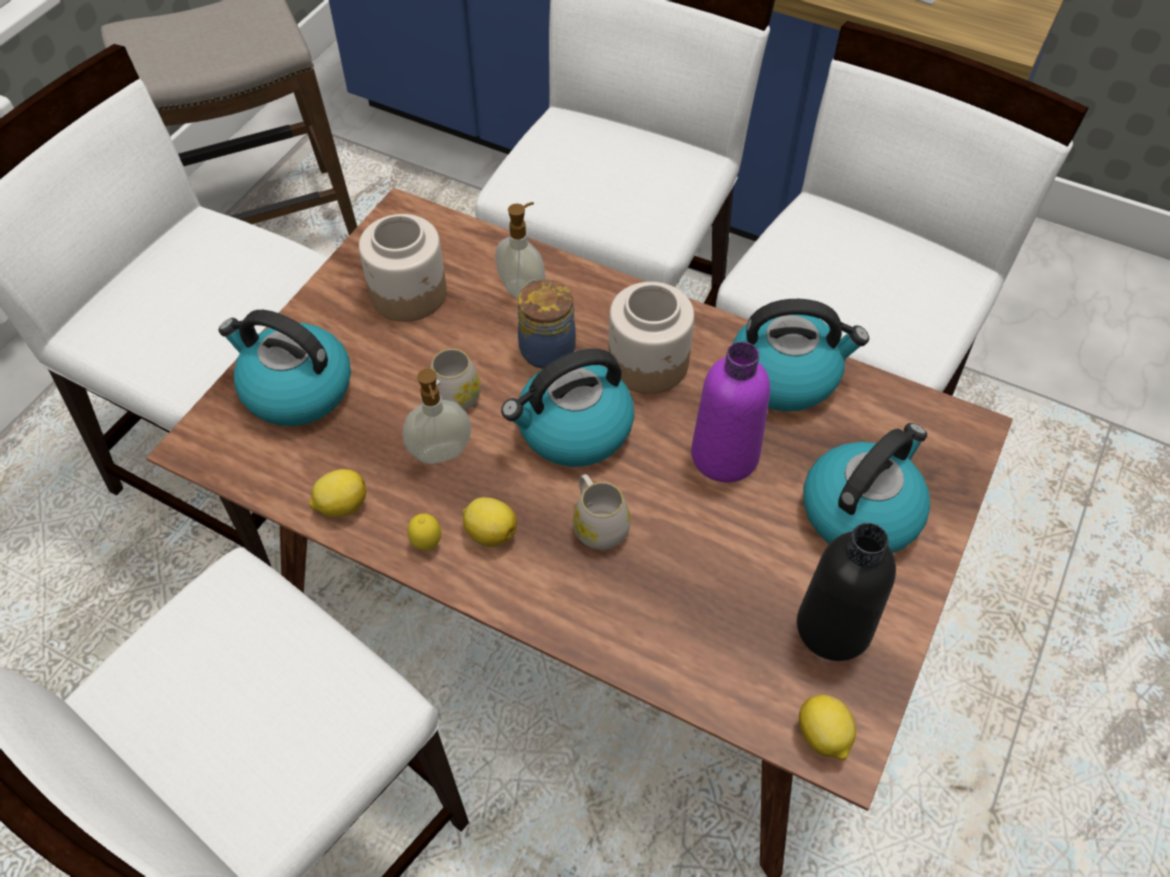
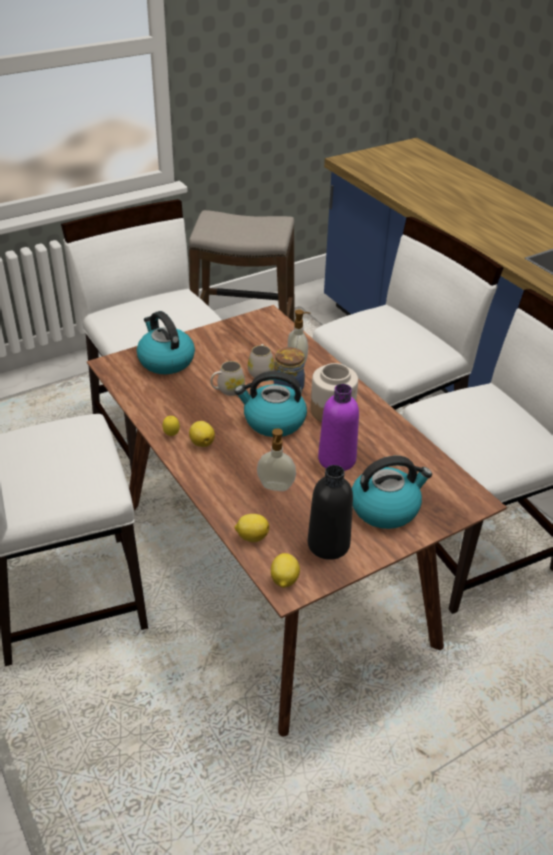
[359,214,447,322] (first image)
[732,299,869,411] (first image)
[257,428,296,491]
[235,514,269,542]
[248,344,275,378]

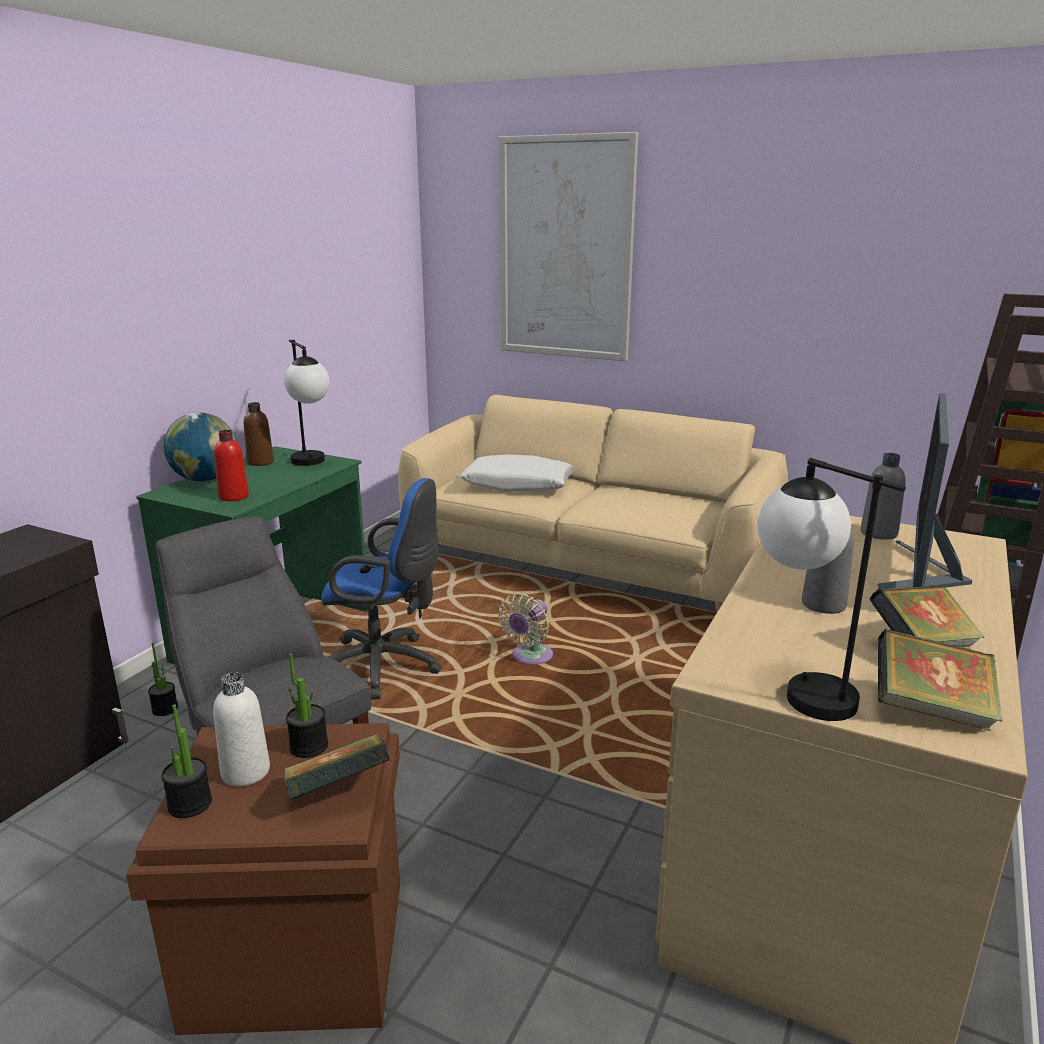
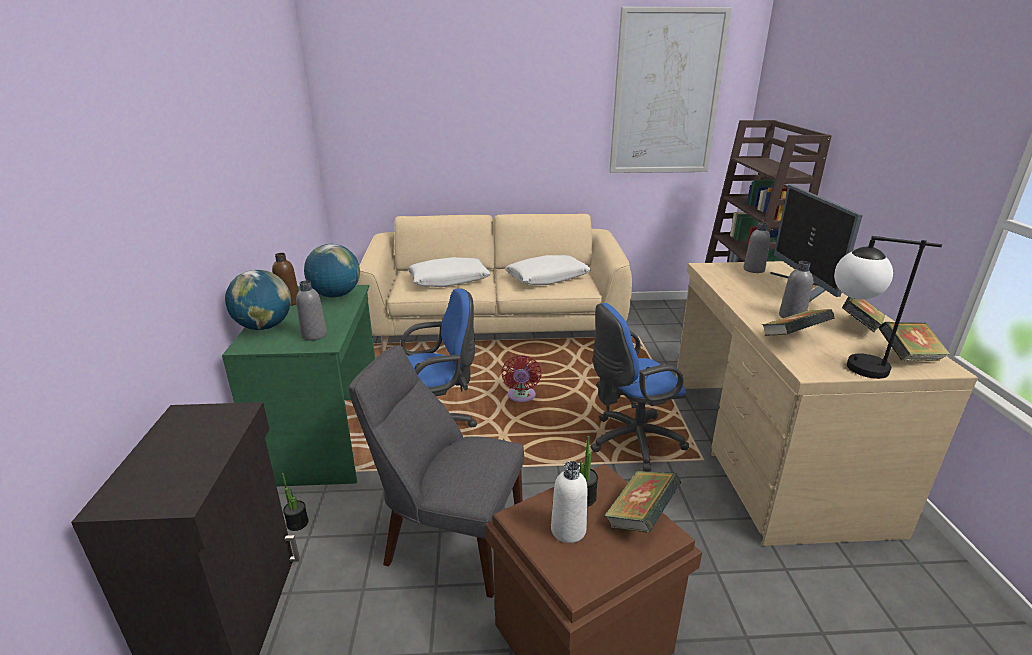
[609,7,732,173]
[304,244,360,298]
[296,280,327,341]
[501,355,541,402]
[161,704,212,818] (first image)
[505,255,591,285]
[590,303,689,472]
[762,309,835,336]

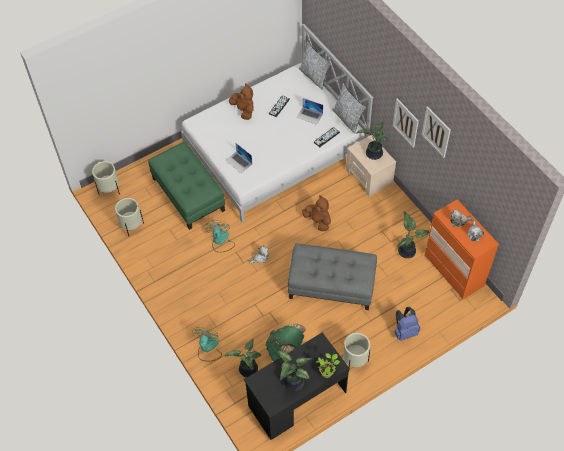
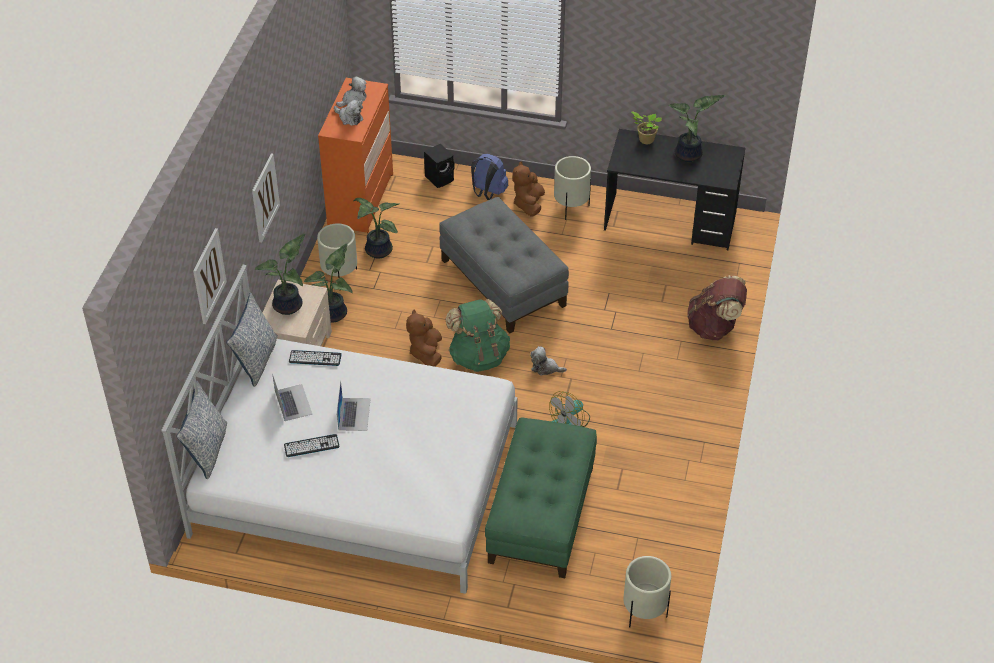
[512,161,545,217]
[193,228,227,324]
[337,381,370,431]
[317,223,357,278]
[446,299,510,372]
[687,275,747,340]
[304,244,353,323]
[424,144,455,188]

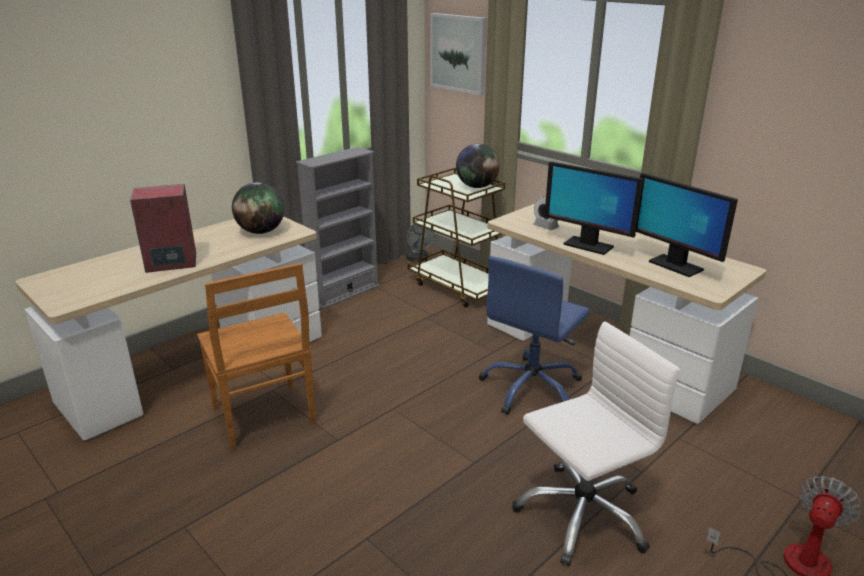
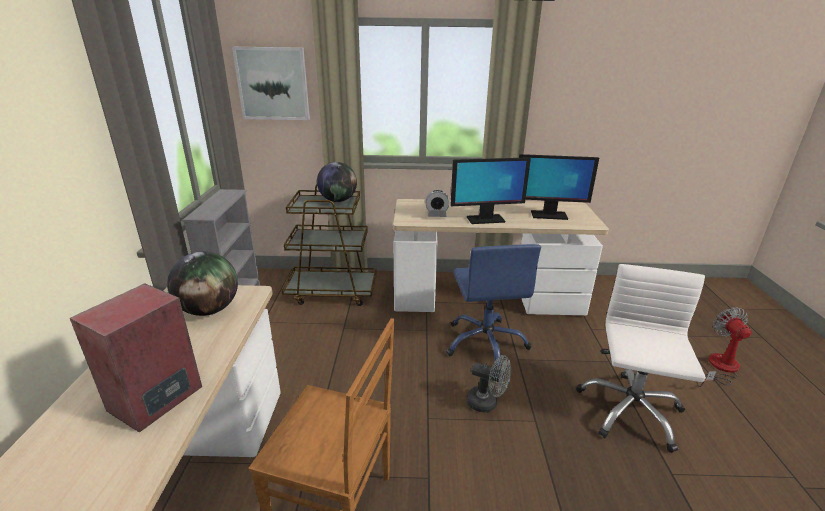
[467,355,511,413]

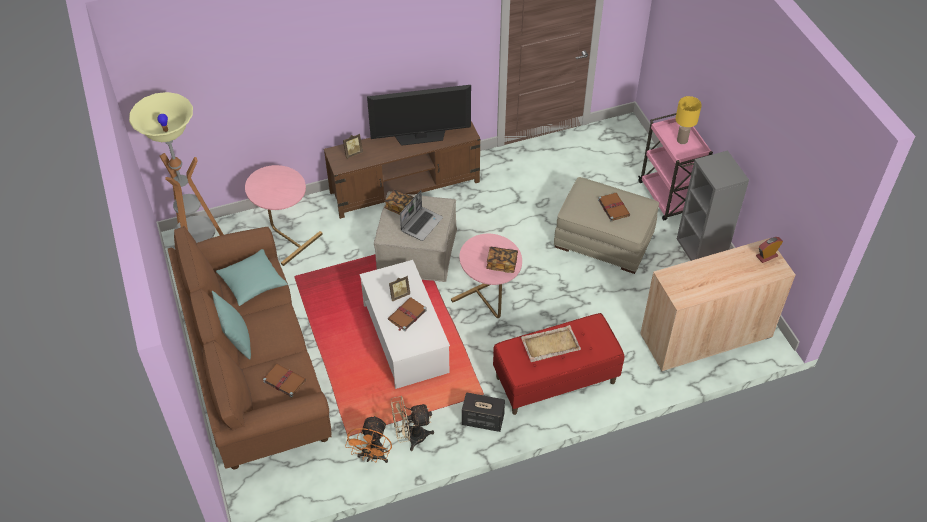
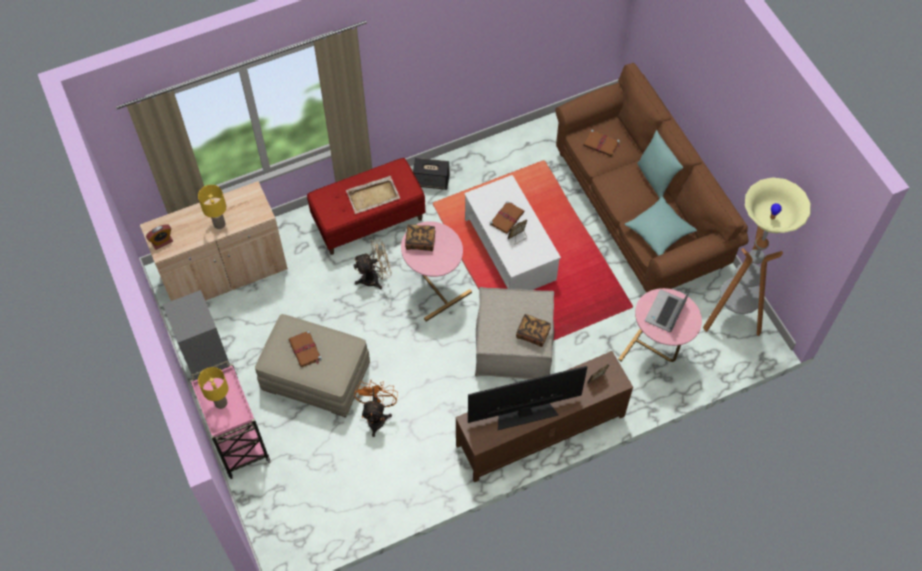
[645,288,690,332]
[353,239,392,289]
[354,380,398,437]
[198,185,226,229]

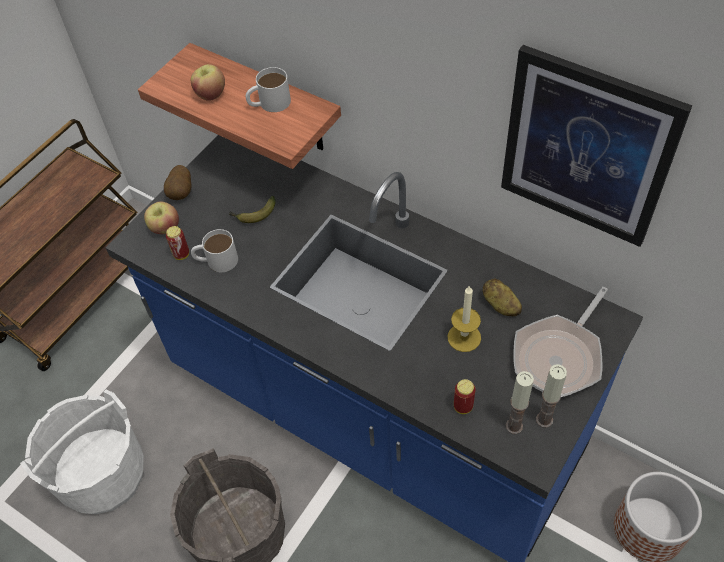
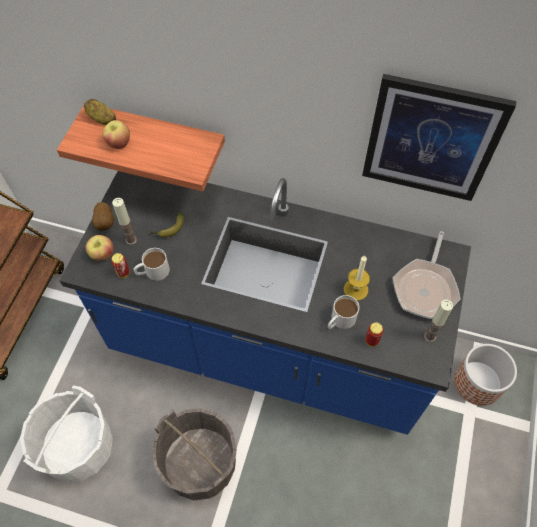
[328,295,359,329]
[84,99,116,125]
[112,198,137,245]

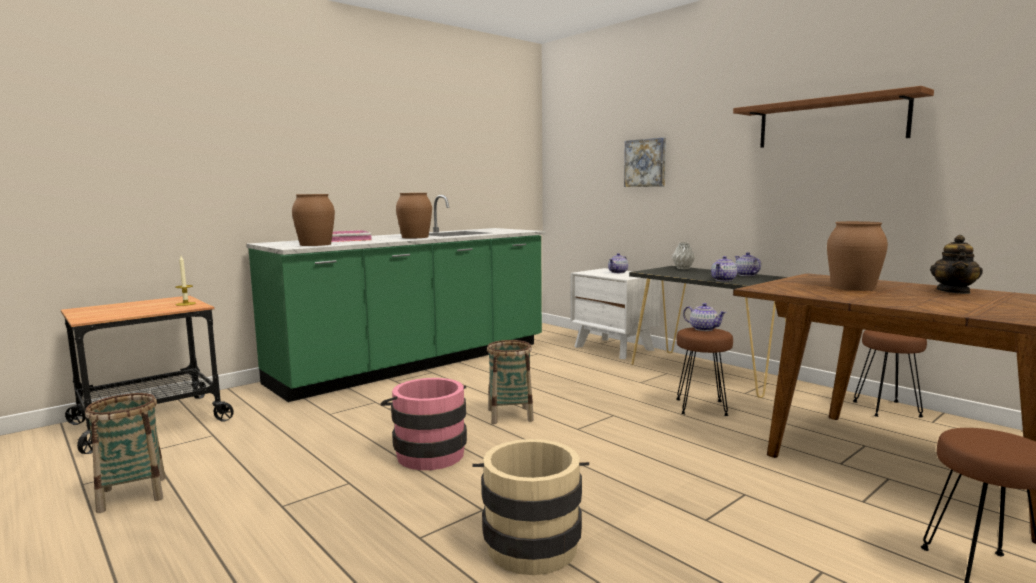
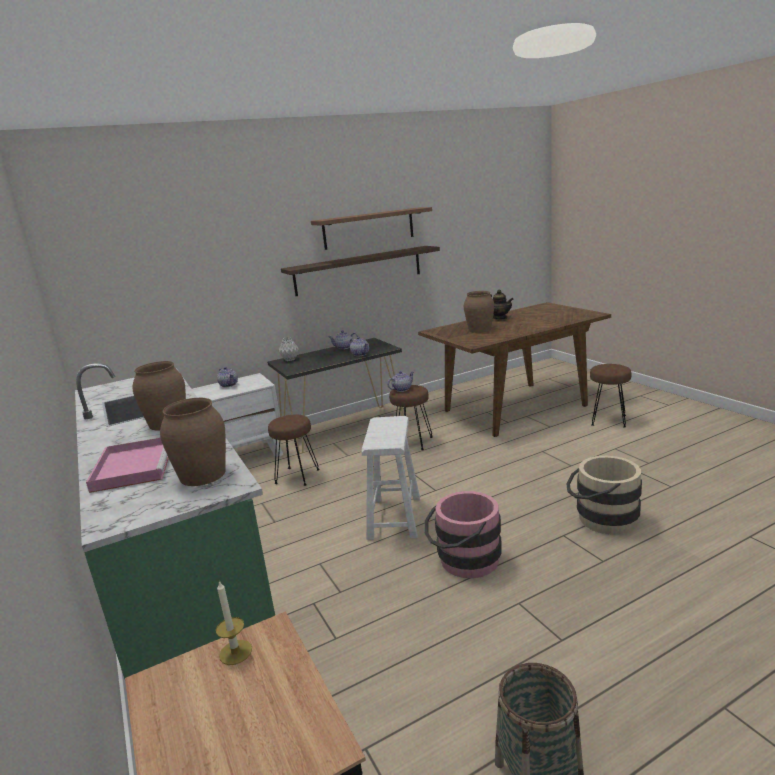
[624,138,666,187] (first image)
[268,415,320,486]
[362,416,420,540]
[281,246,440,296]

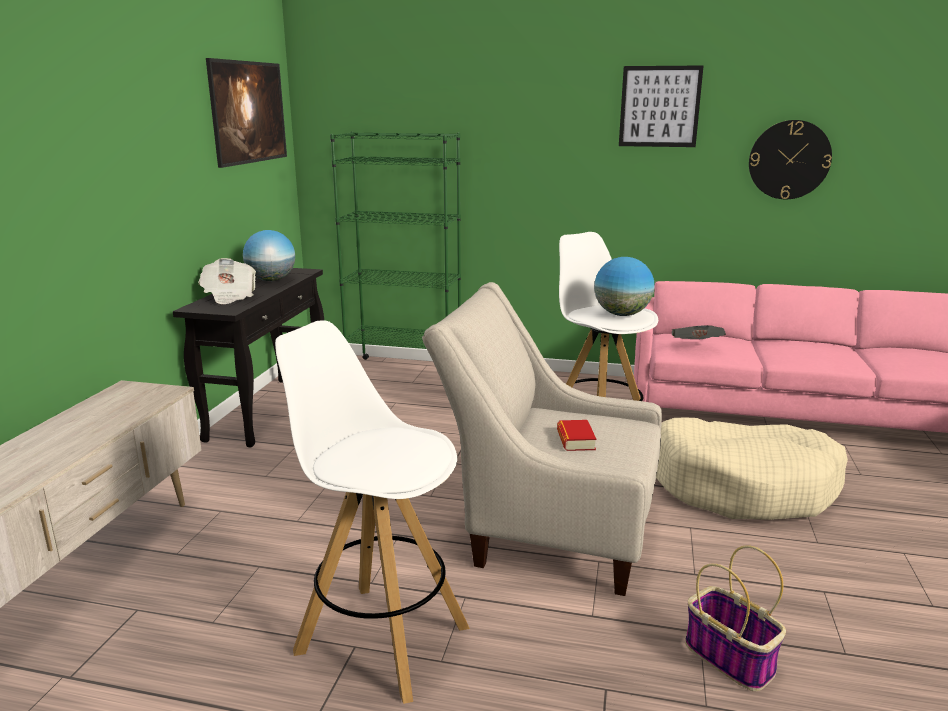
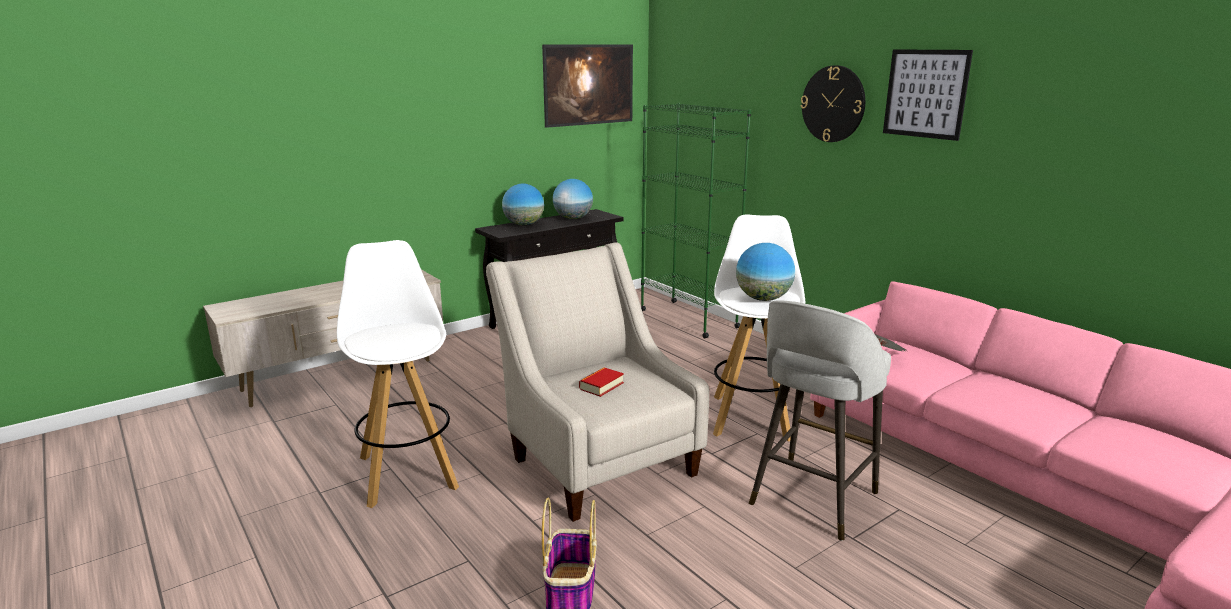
[801,65,865,142]
[502,183,544,226]
[749,301,891,541]

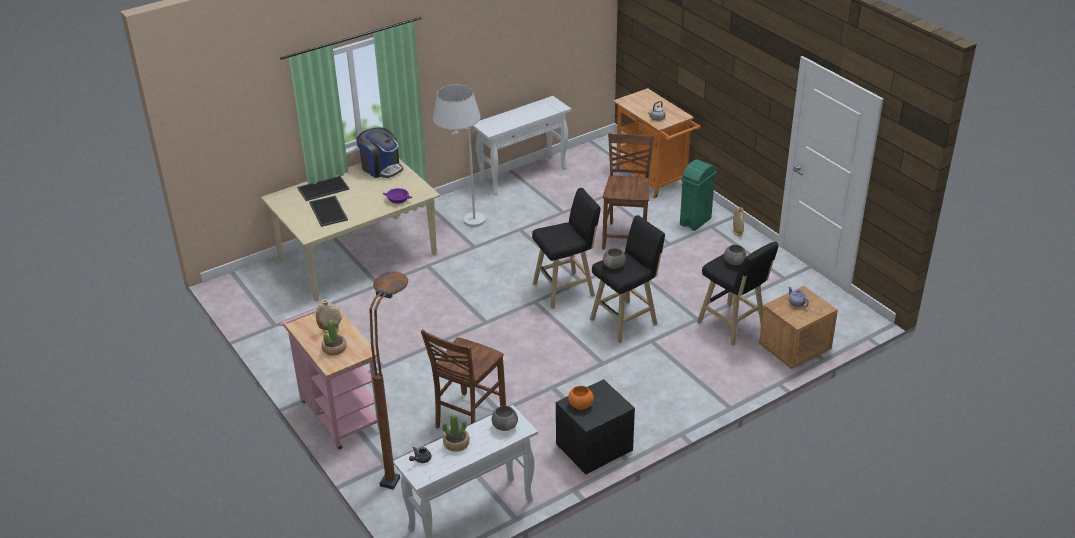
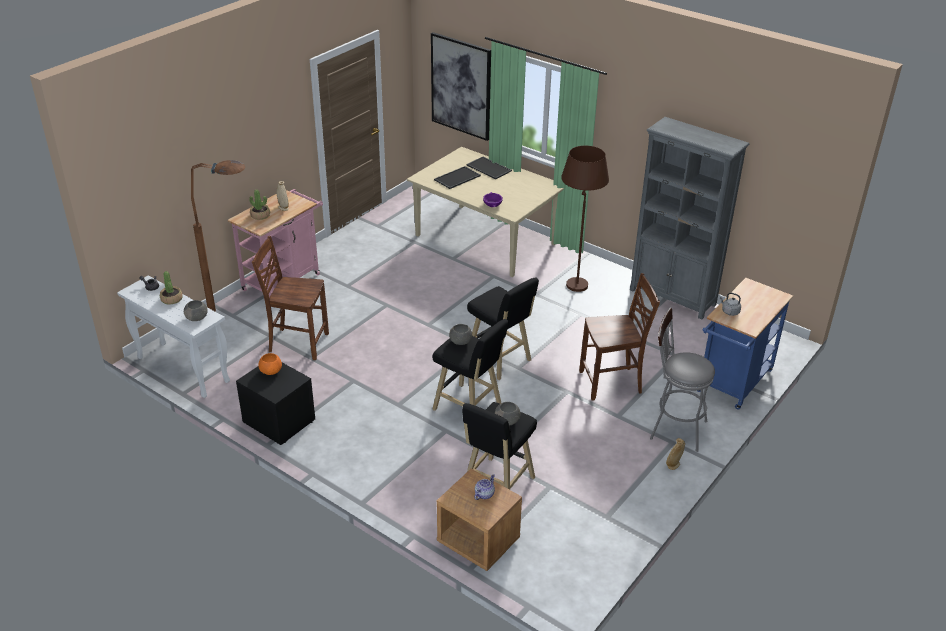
[561,146,609,292]
[697,278,793,409]
[630,117,750,320]
[356,127,403,178] (first image)
[650,308,715,452]
[431,32,491,141]

